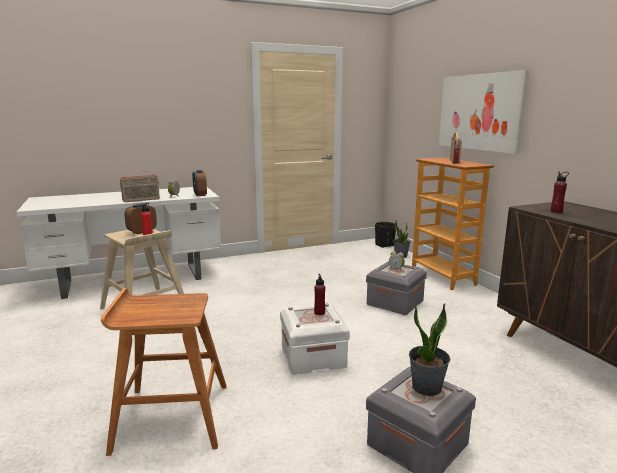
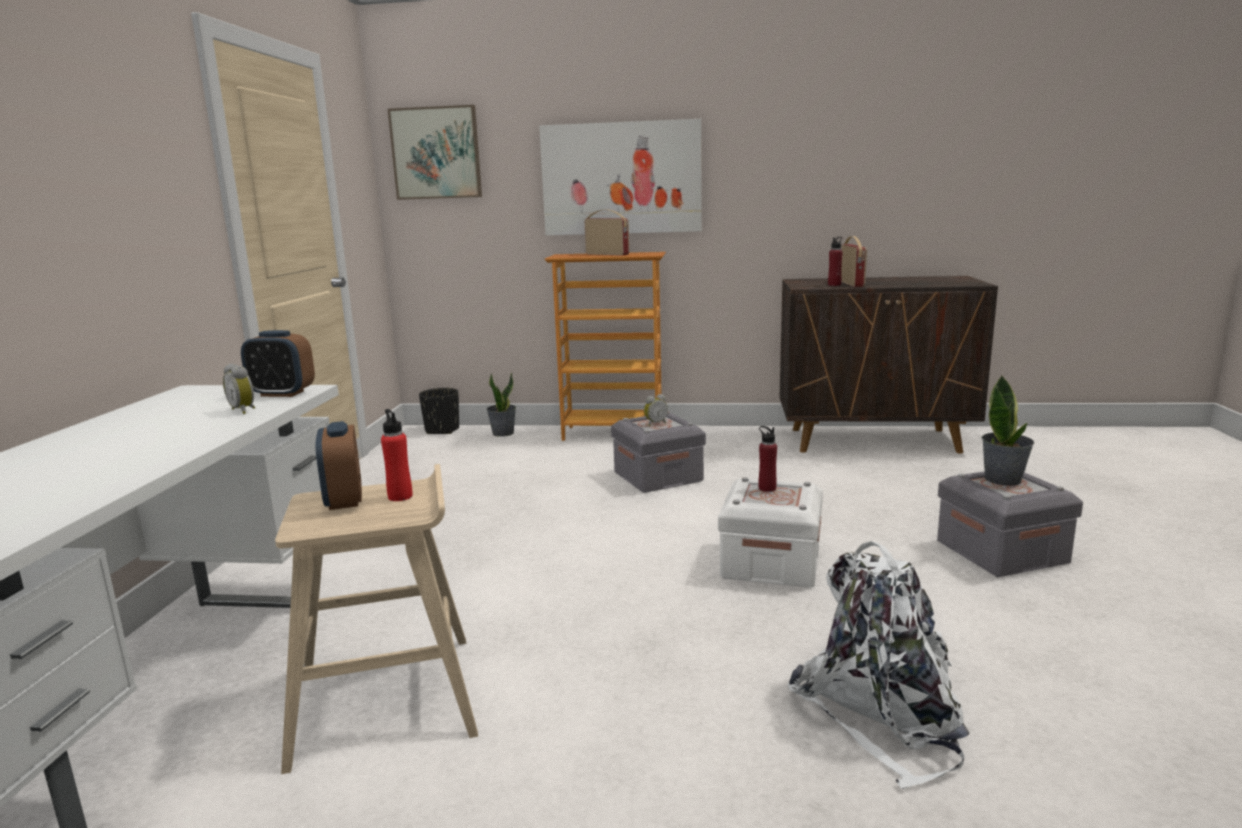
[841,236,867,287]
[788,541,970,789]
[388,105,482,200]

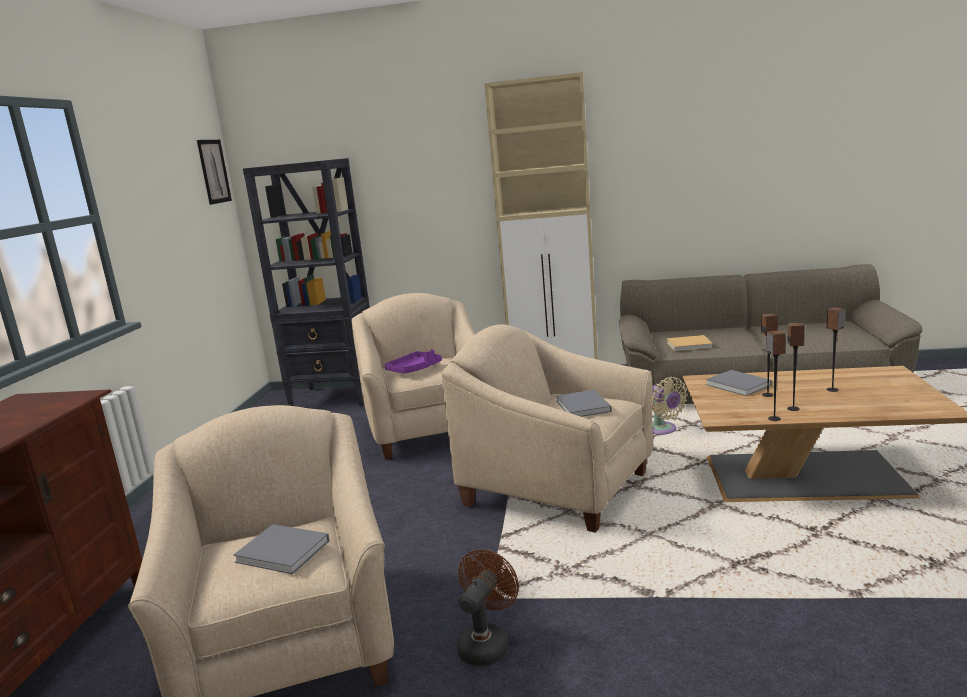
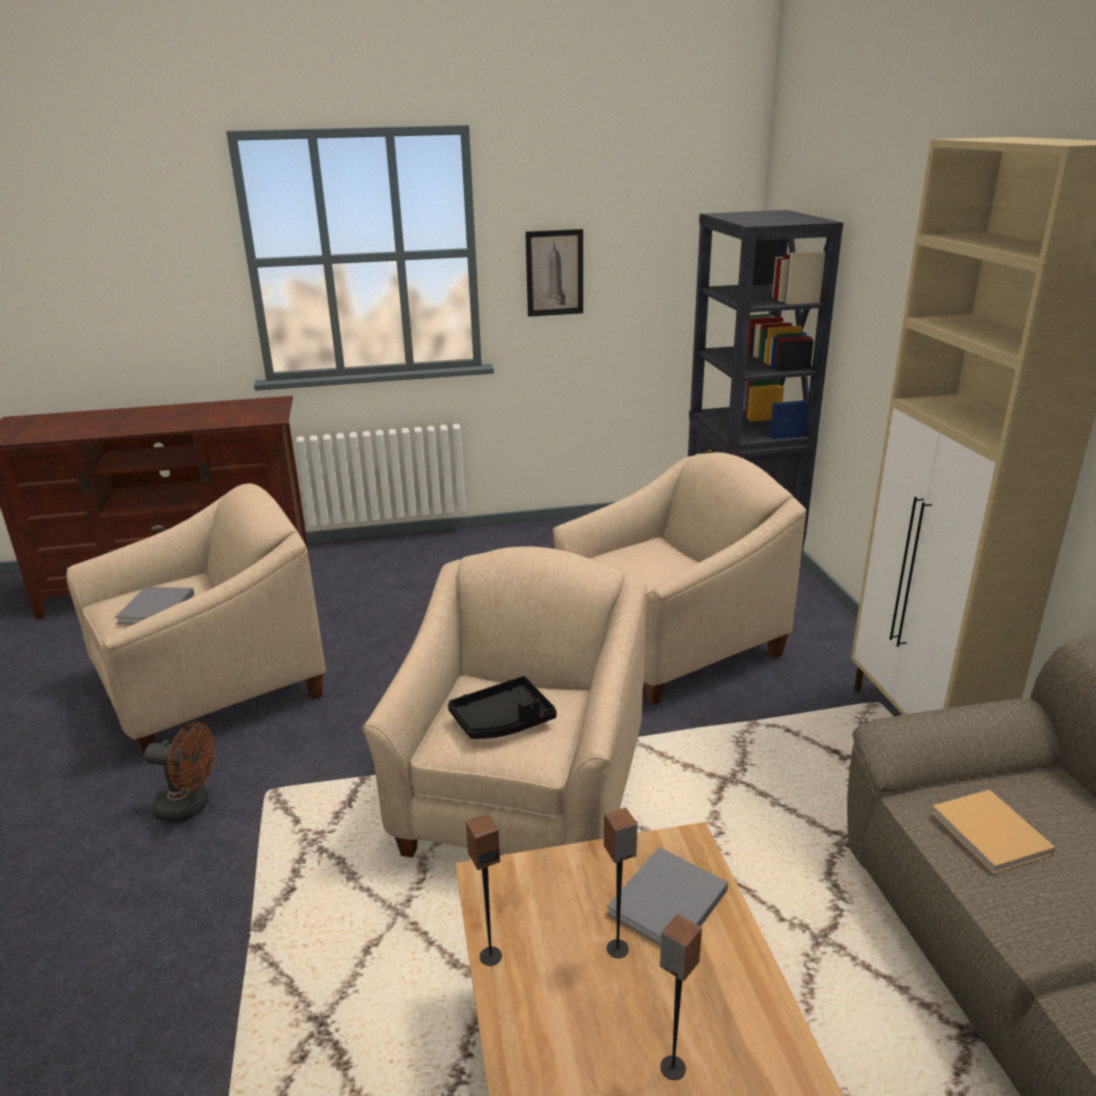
[525,229,583,317]
[787,323,805,411] (first image)
[384,349,442,373] (first image)
[652,377,688,435] (first image)
[448,676,557,739]

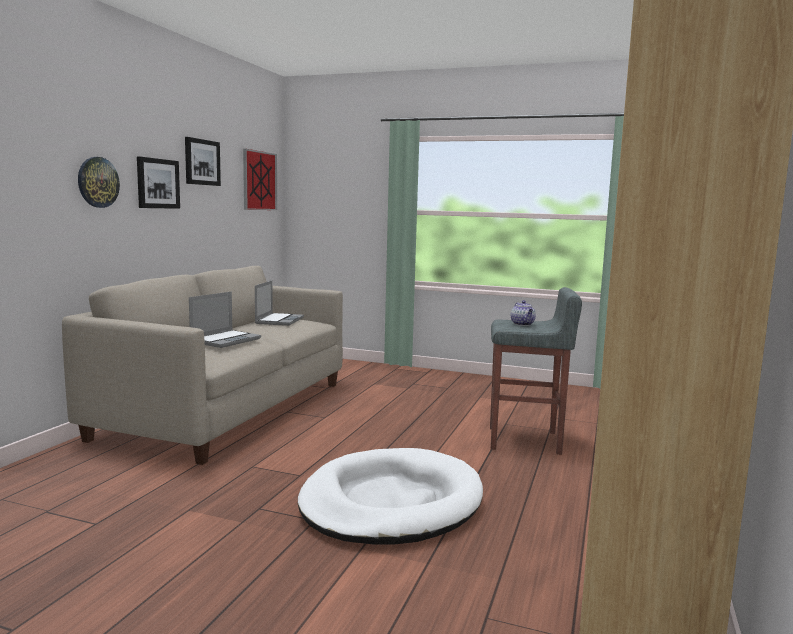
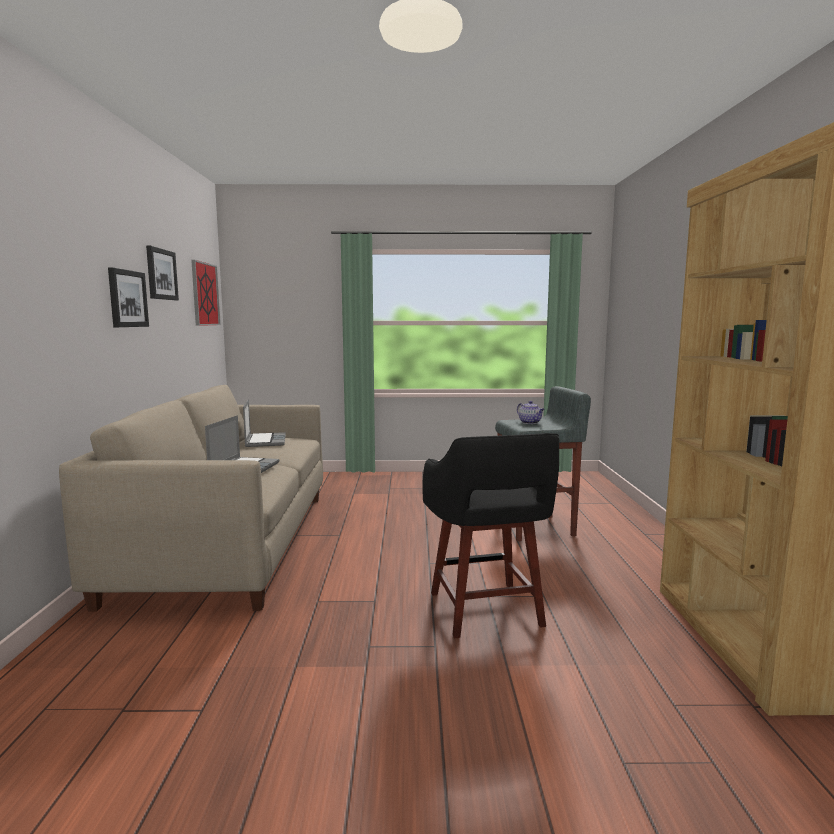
[78,157,120,208] (first image)
[422,433,559,638]

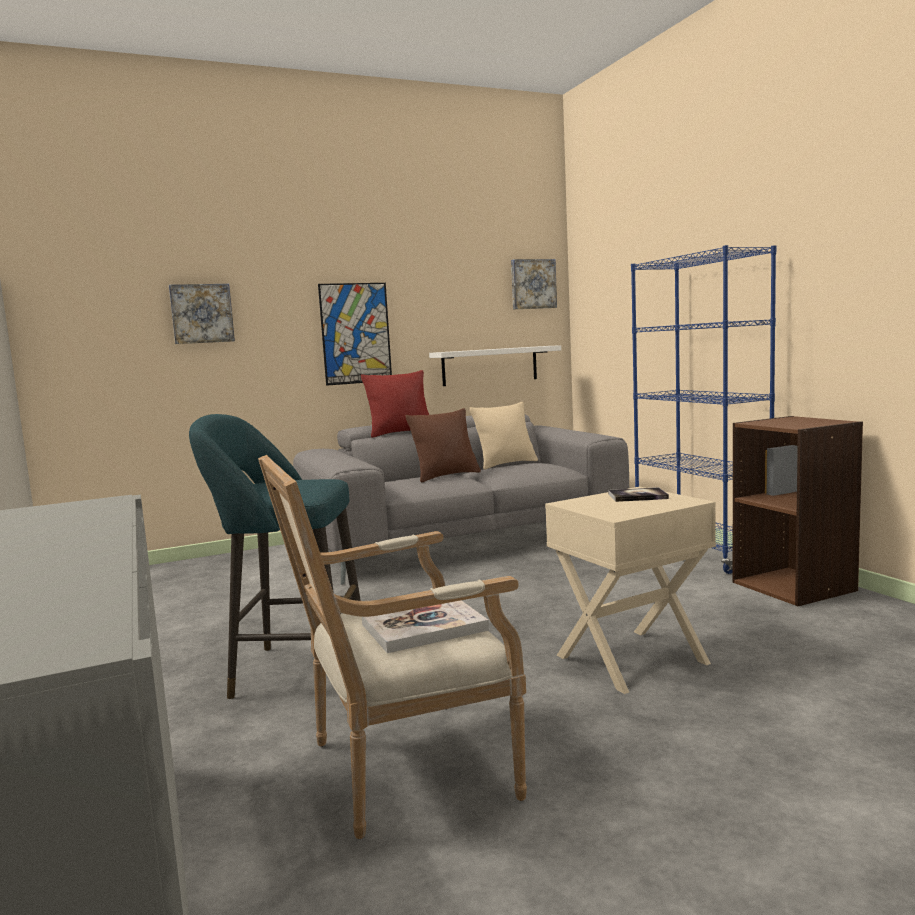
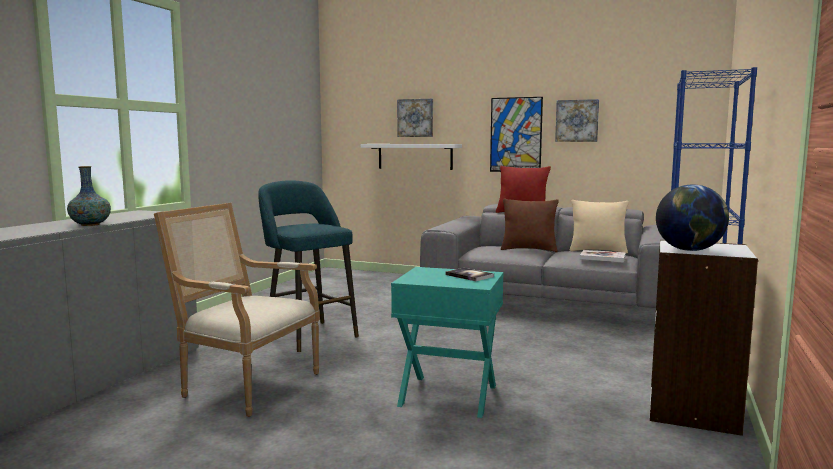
[555,99,599,142]
[361,144,462,170]
[650,240,758,436]
[391,267,504,418]
[580,250,626,262]
[67,166,111,226]
[656,184,729,251]

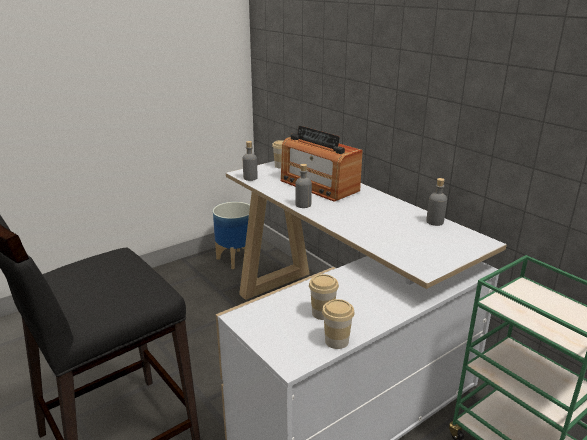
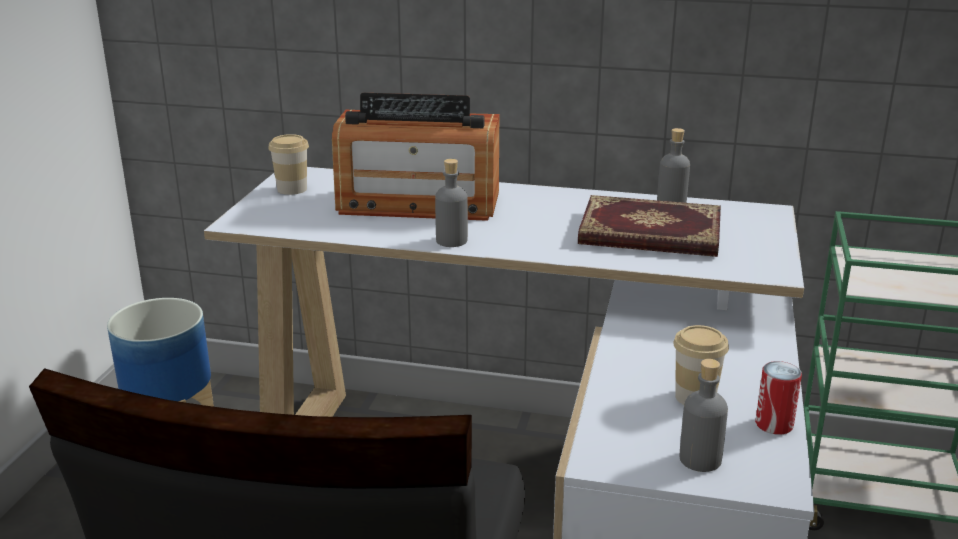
[680,359,728,472]
[755,361,802,435]
[578,195,721,257]

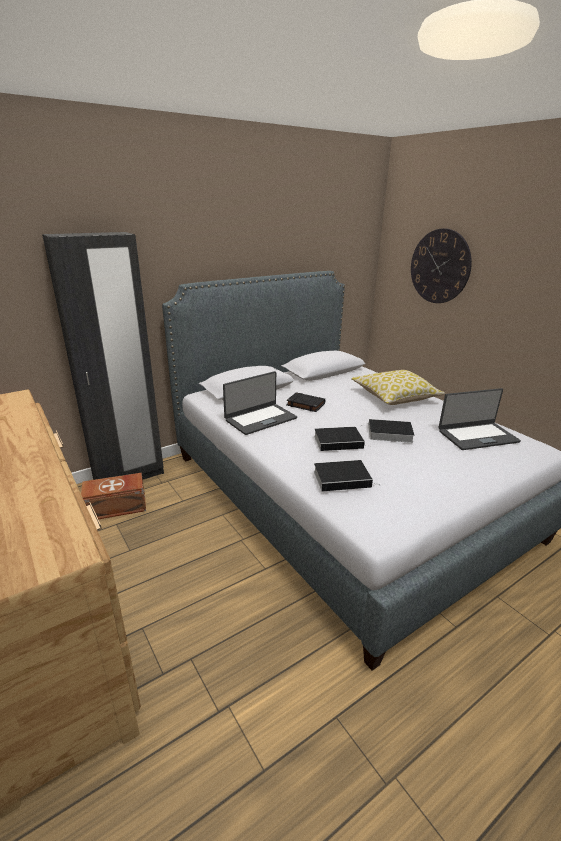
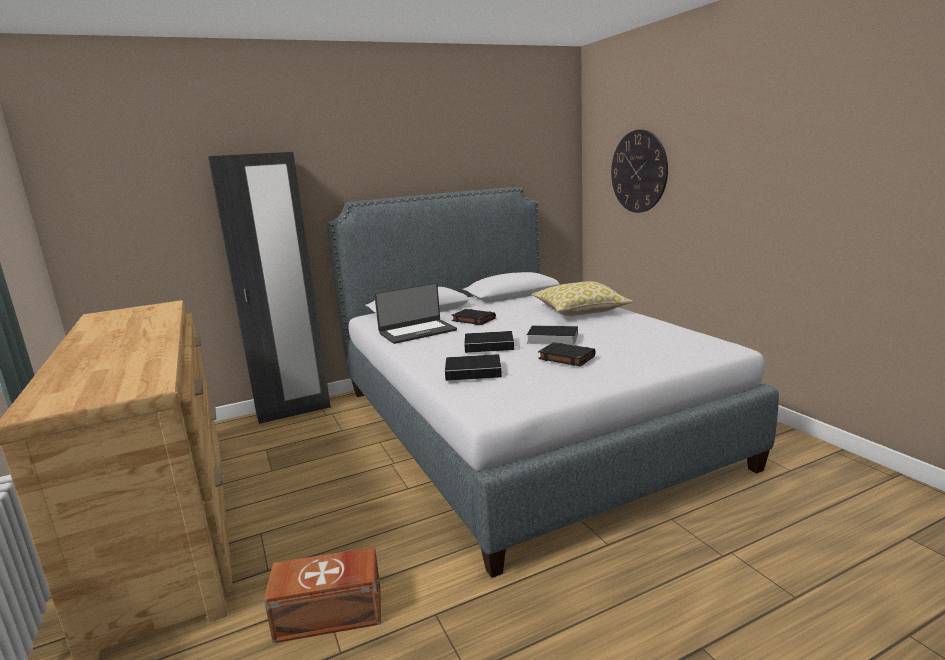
[438,388,521,450] (first image)
[264,547,381,643]
[538,342,595,367]

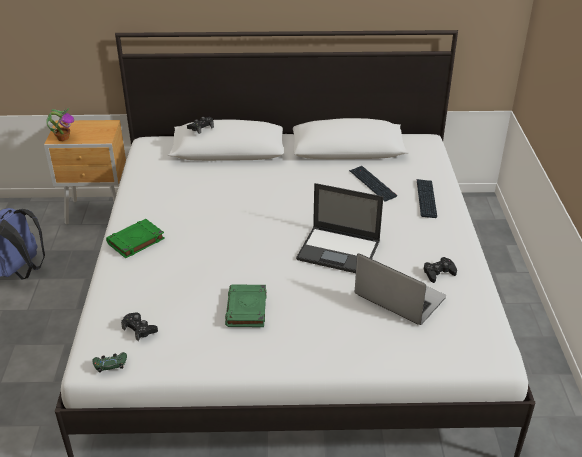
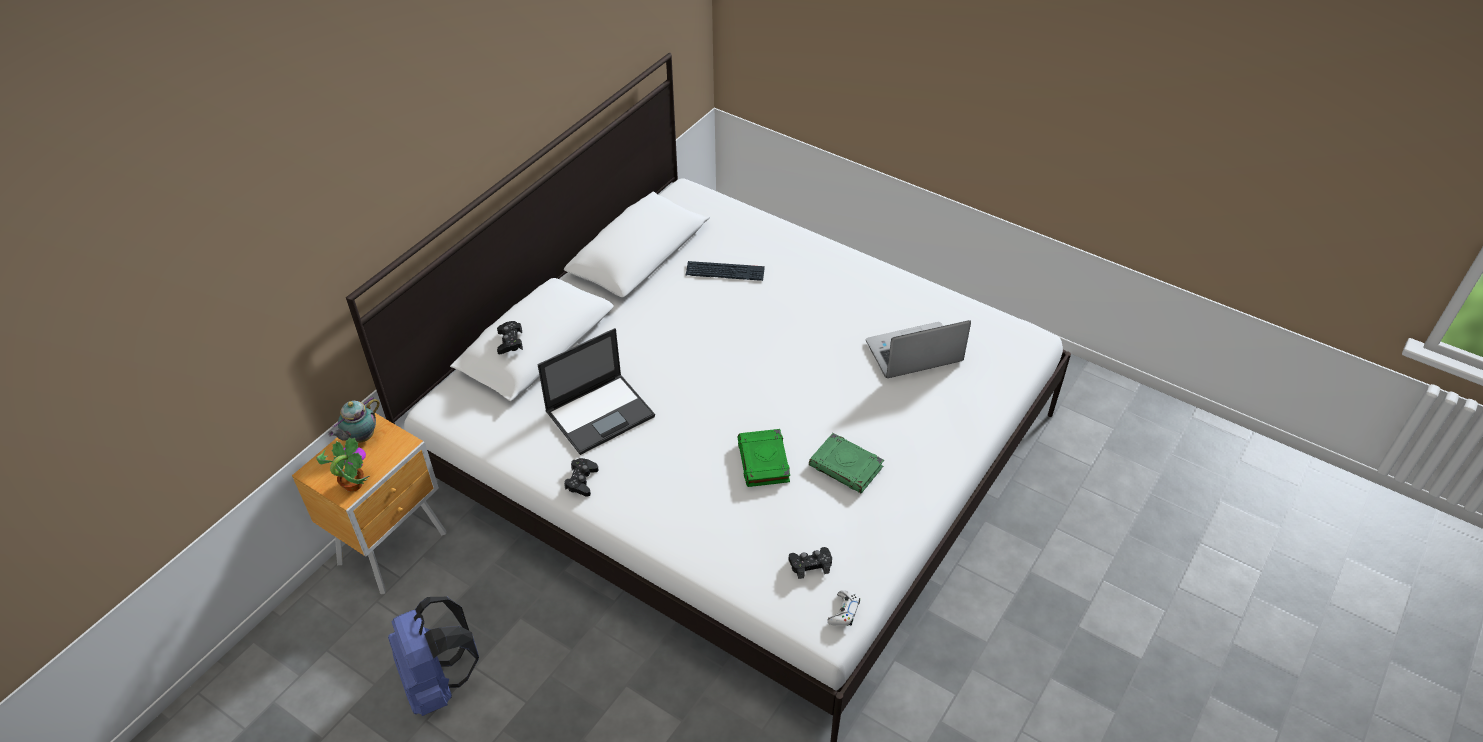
[417,179,437,218] (first image)
[538,328,655,455]
[737,429,790,487]
[564,458,599,497]
[827,590,860,626]
[328,397,380,443]

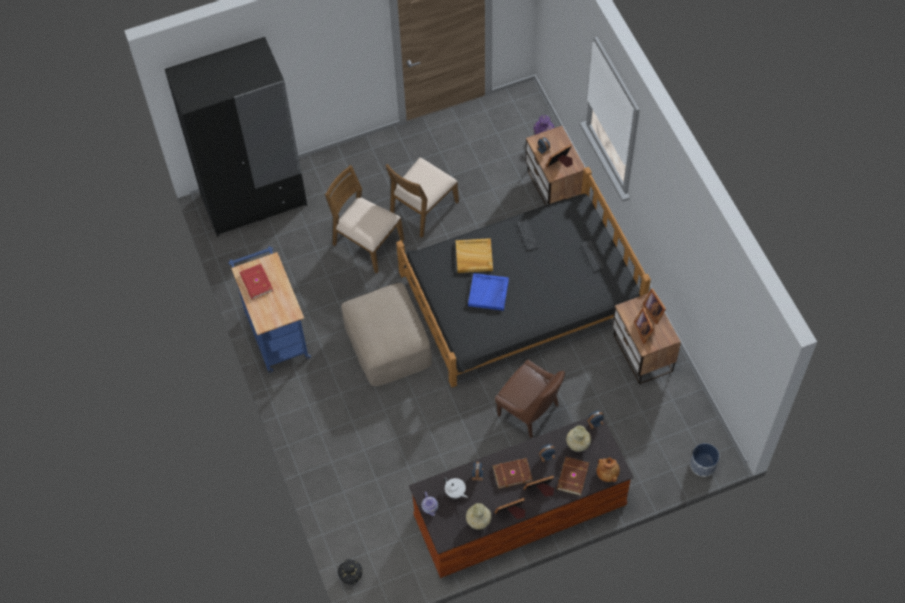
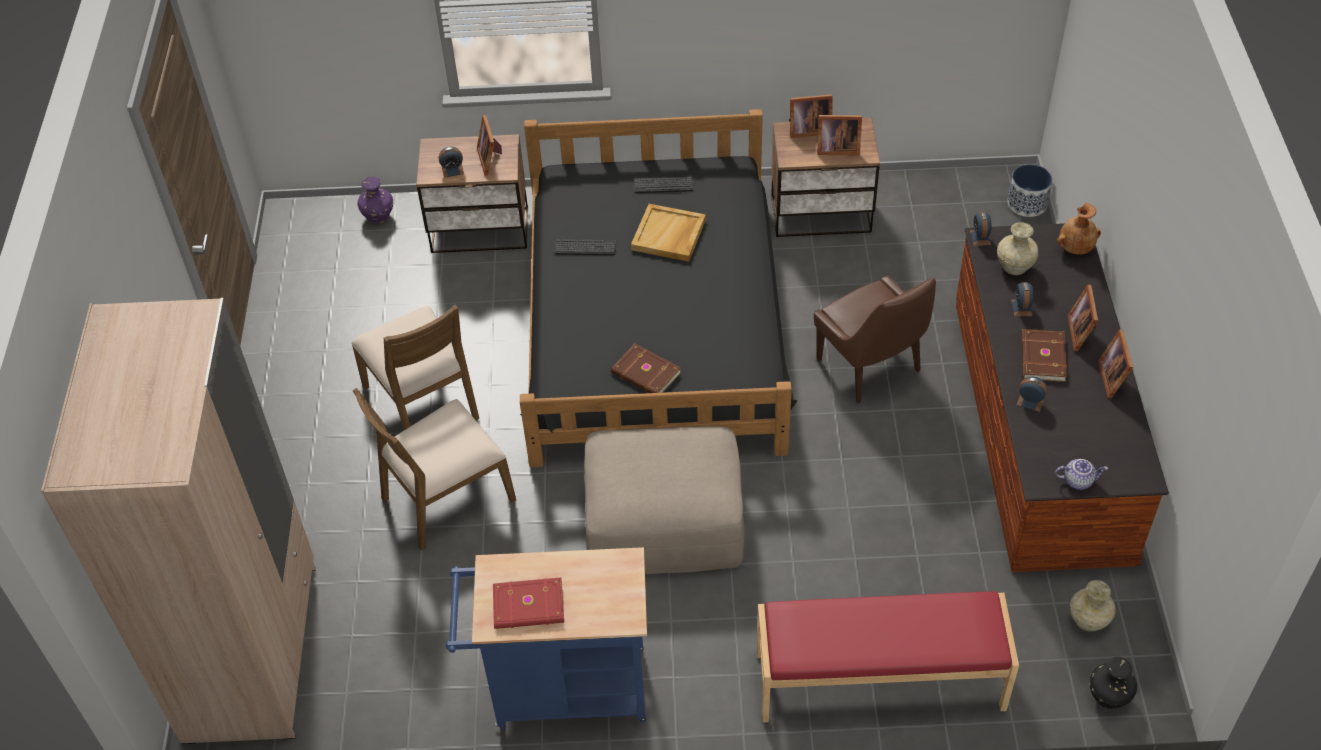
[41,298,316,744]
[631,204,706,262]
[468,273,509,311] (first image)
[814,275,936,403]
[611,343,681,393]
[444,477,468,499] (first image)
[1070,580,1116,631]
[756,591,1019,723]

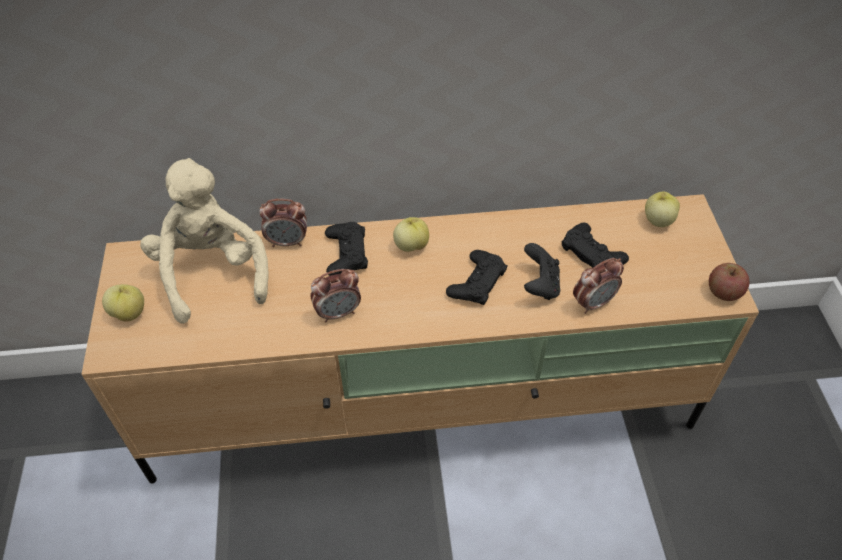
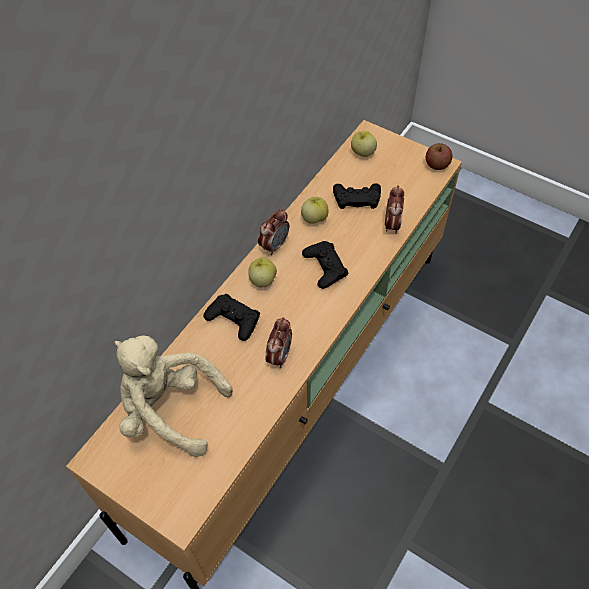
[258,208,289,255]
[524,243,560,300] (first image)
[301,197,329,224]

